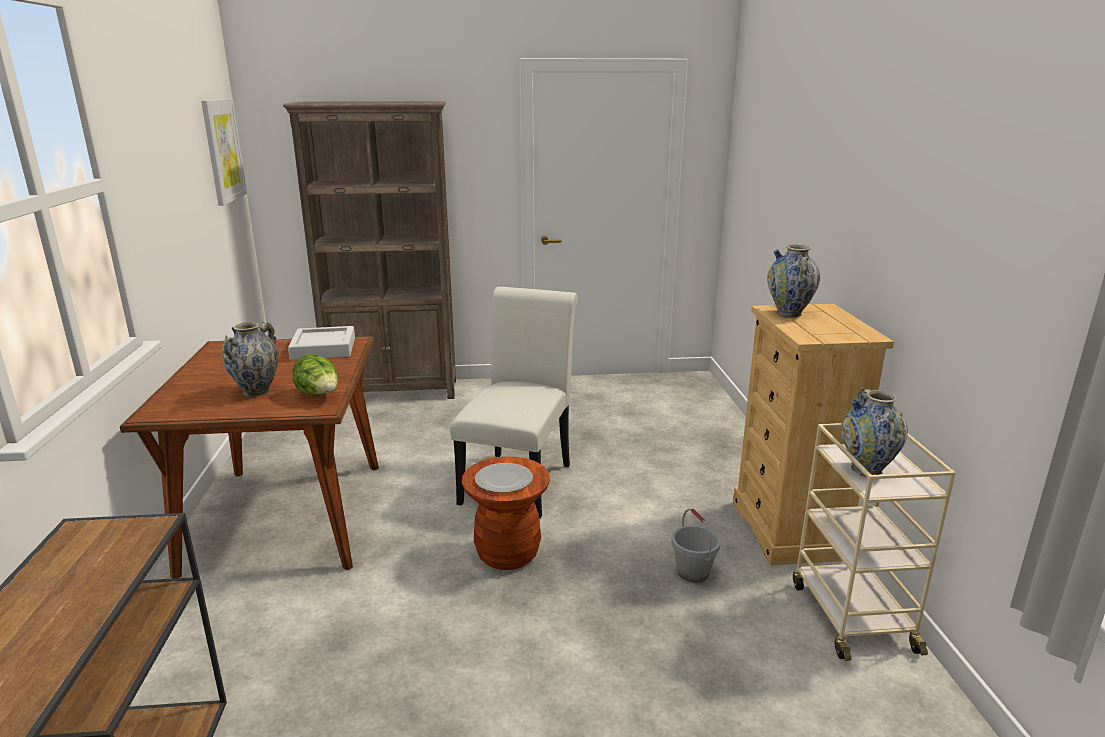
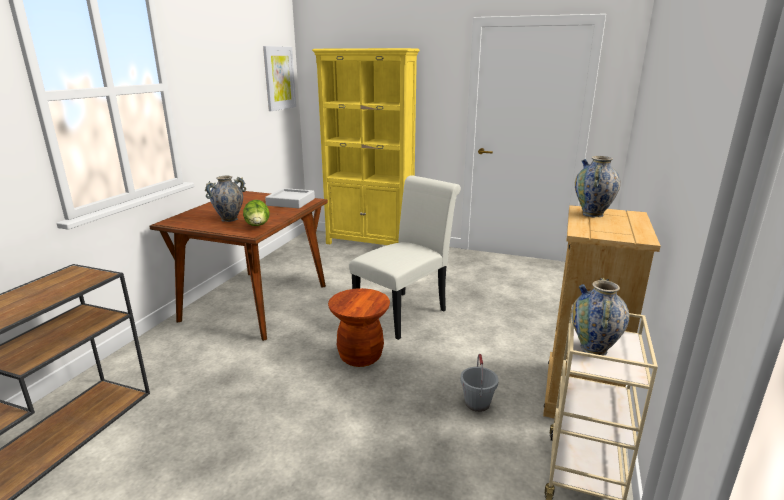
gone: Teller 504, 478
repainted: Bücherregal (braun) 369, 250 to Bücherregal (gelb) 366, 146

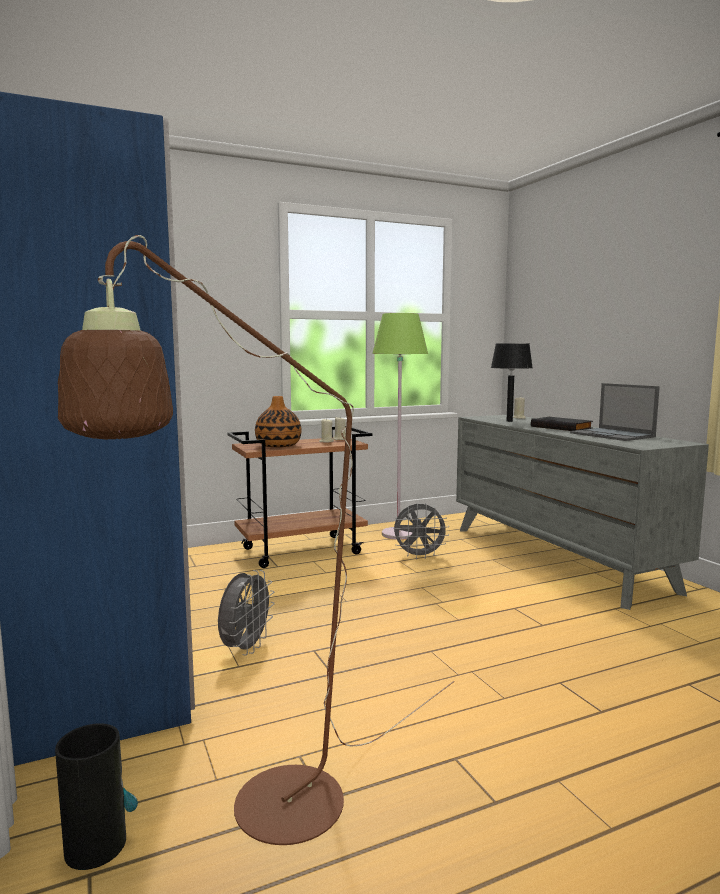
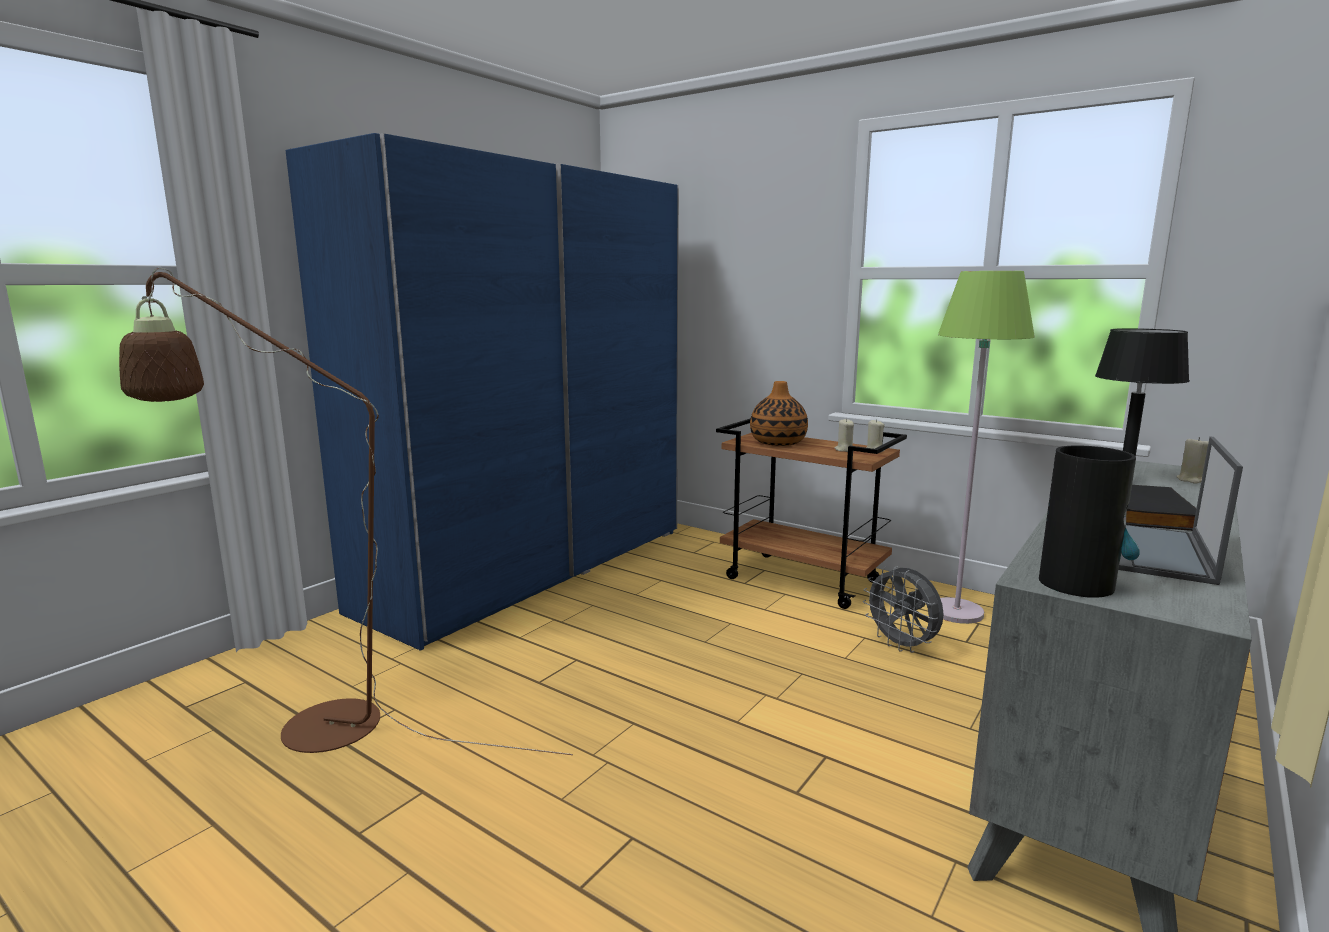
gone: Ventilator (grau) 246, 613
shifted: Vase 96, 796 to 1089, 521

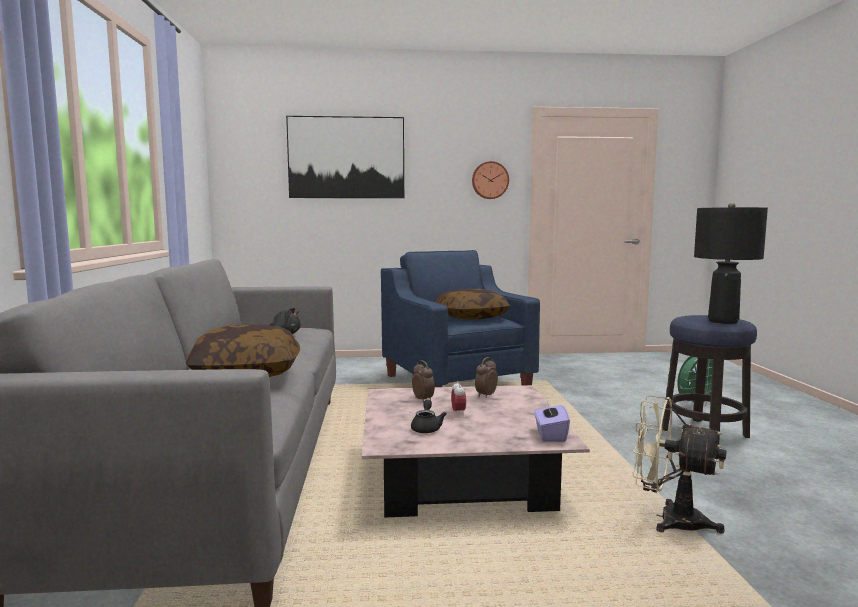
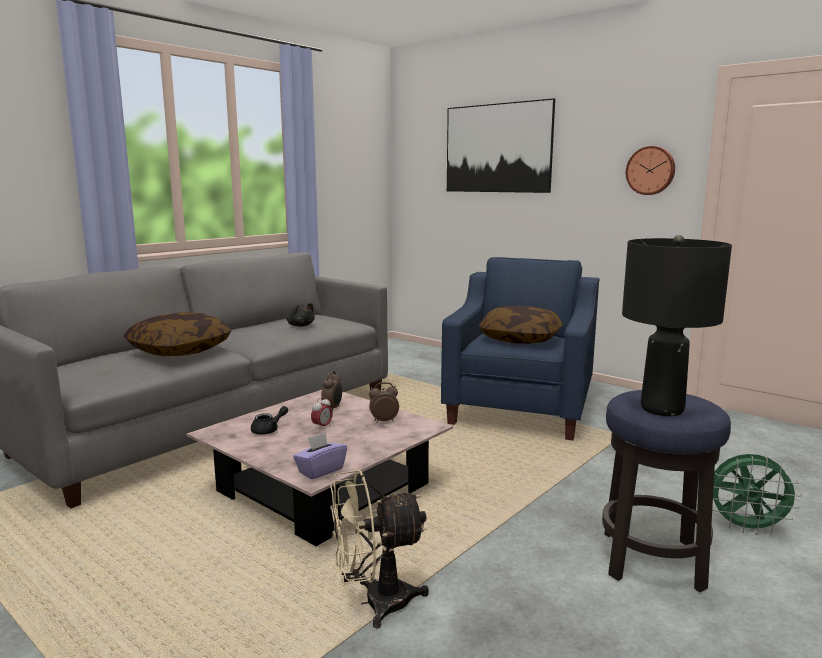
rotated: Ventilator (beige) 680, 464 = 379, 549 90 degrees counterclockwise

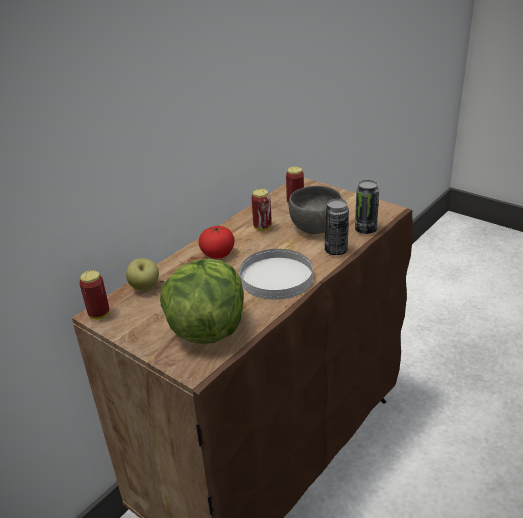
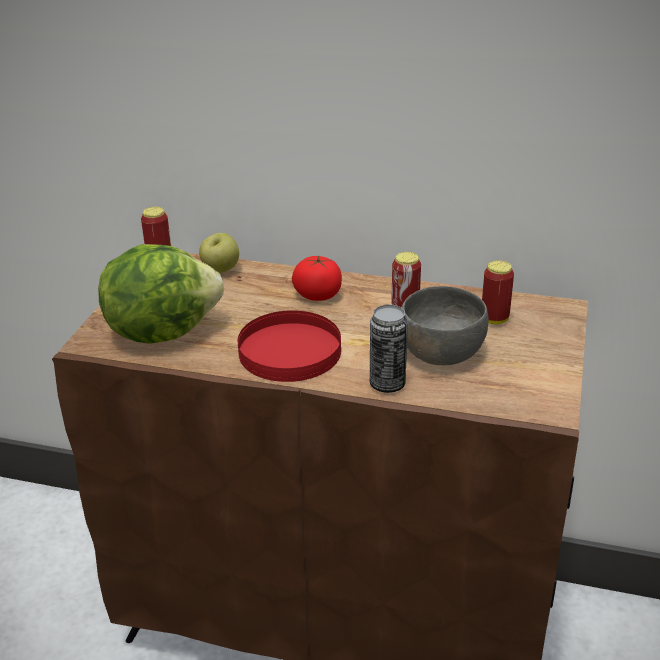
gone: Dose 367, 207
repainted: Teller (weiß) 276, 274 to Teller (rot) 289, 346

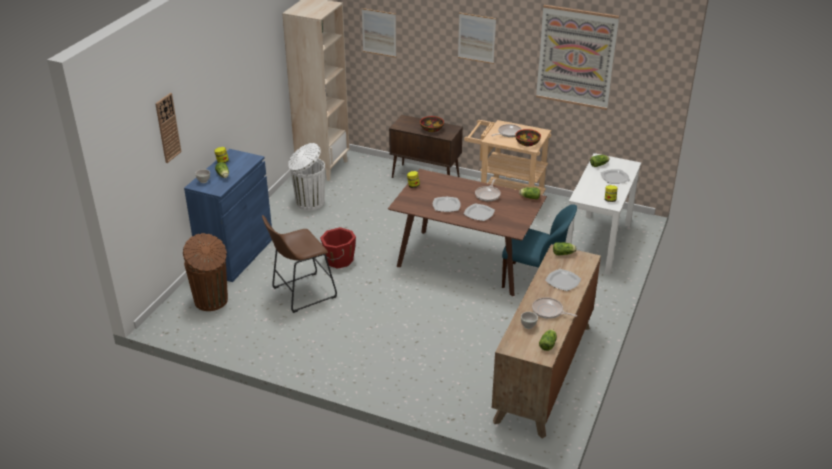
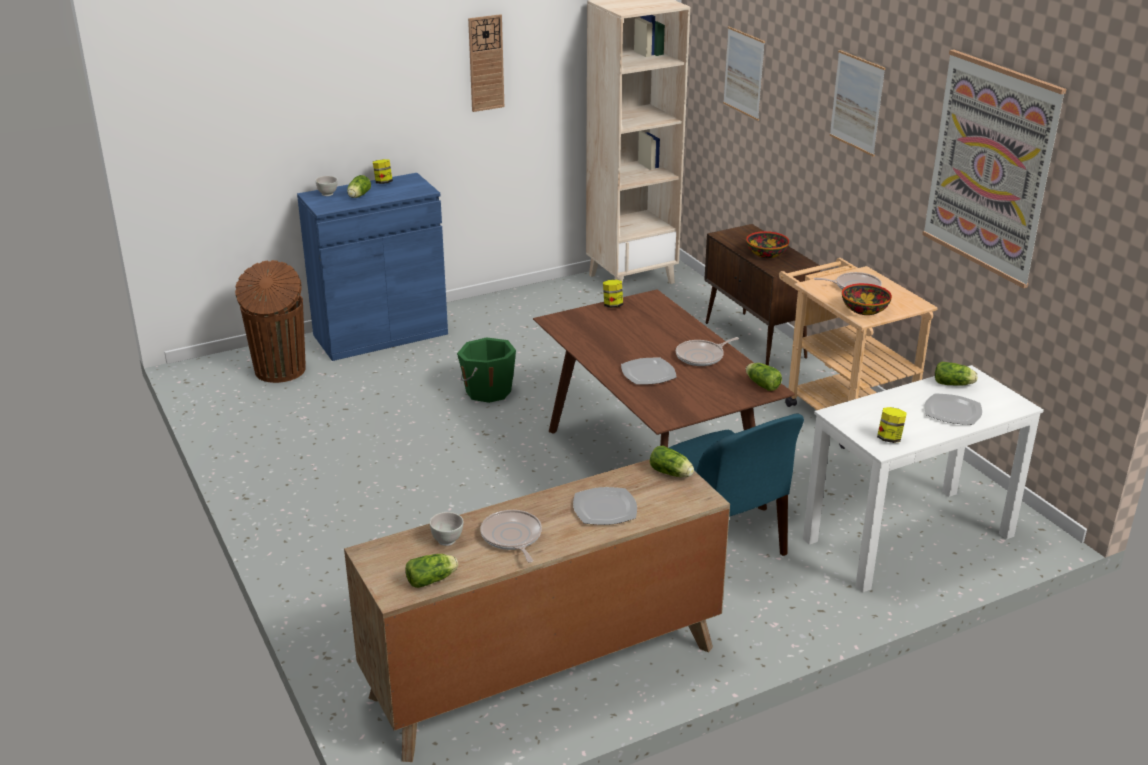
gone: Mülleimer (weiß) 306, 177; Teller 447, 204; Hocker (braun) 299, 264
shifted: Wanduhr 168, 128 to 486, 63
repainted: Eimer (rot) 338, 248 to Eimer (grün) 486, 370

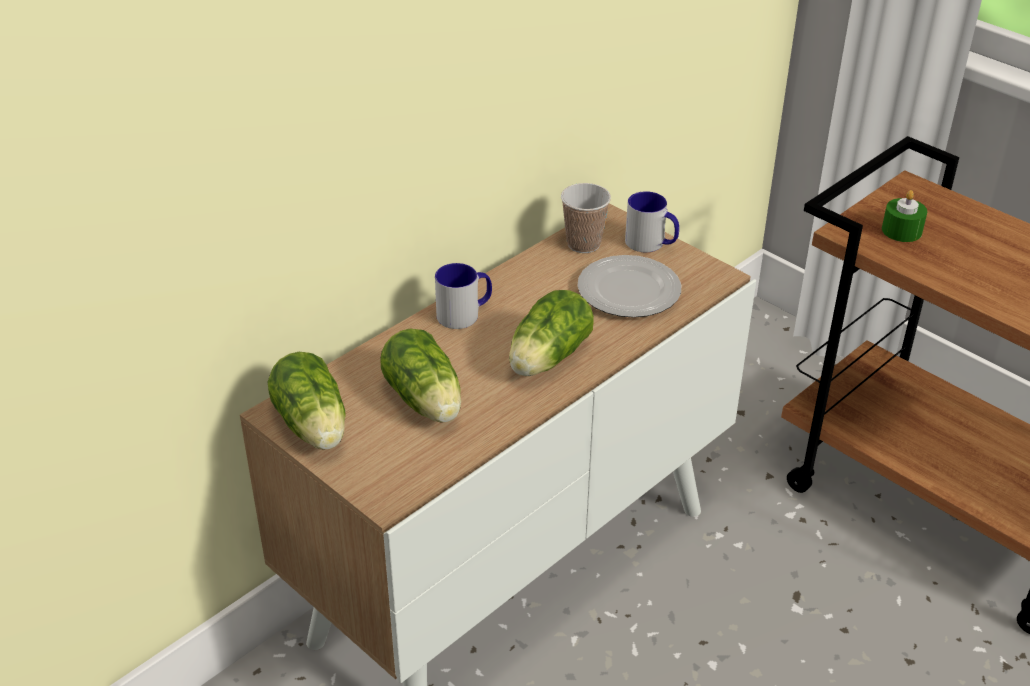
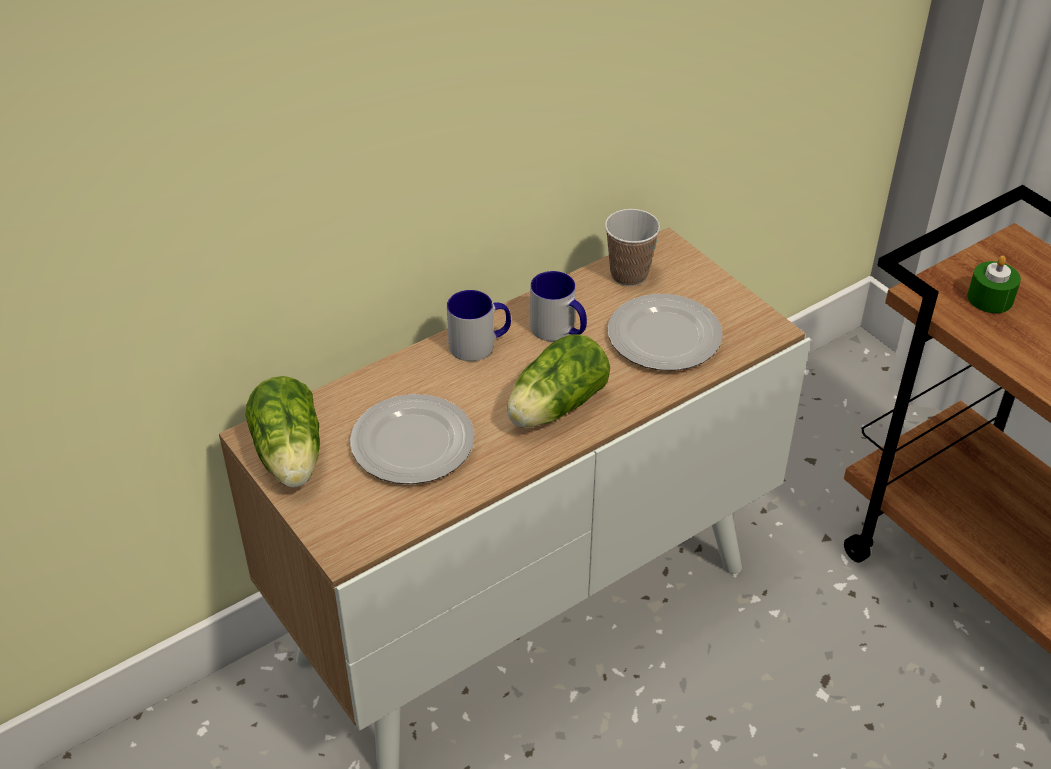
shifted: Henkelbecher 652, 221 to 558, 306
swapped: Salatkopf 420, 376 to Teller 412, 439

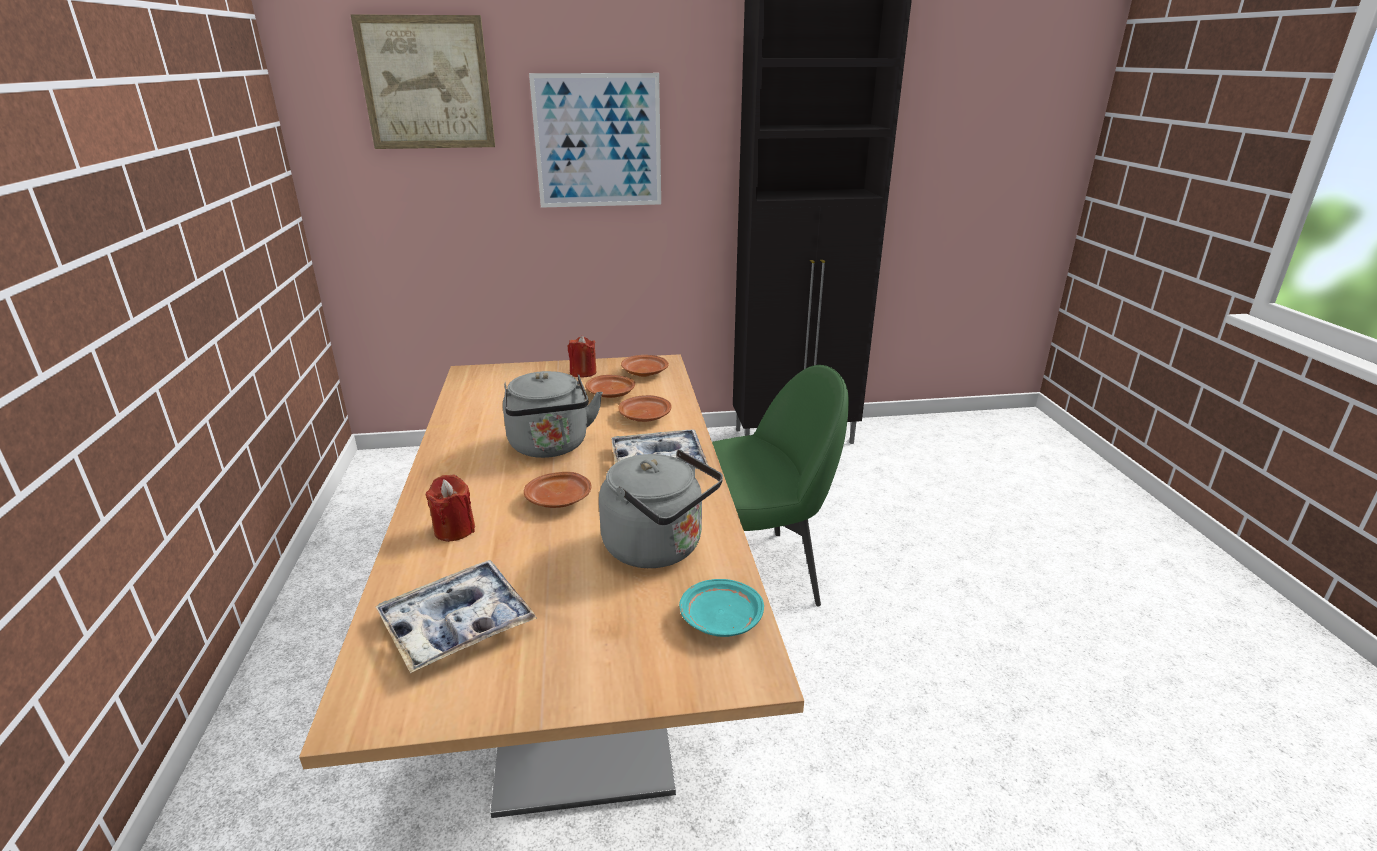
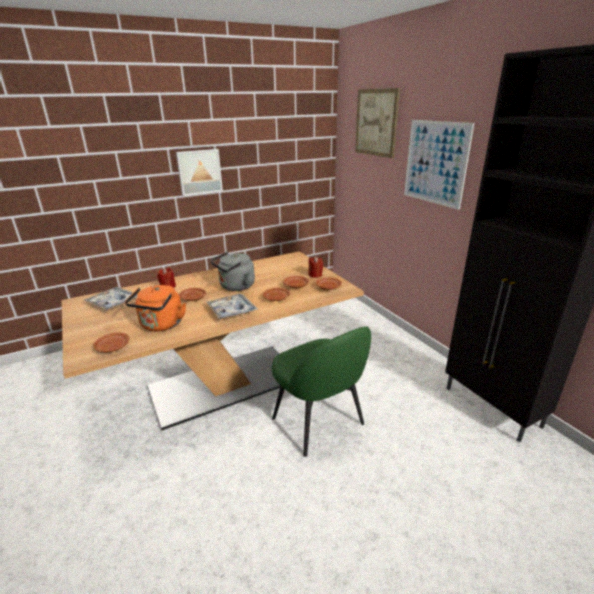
new: Bild 199, 172
repainted: Wasserkessel (grau) 661, 508 to Wasserkessel (orange) 155, 308; Teller (türkis) 721, 608 to Teller (braun) 111, 342

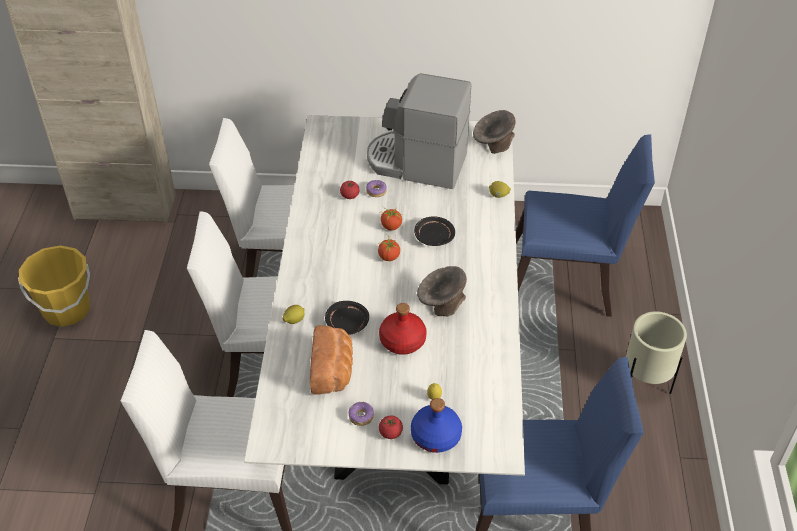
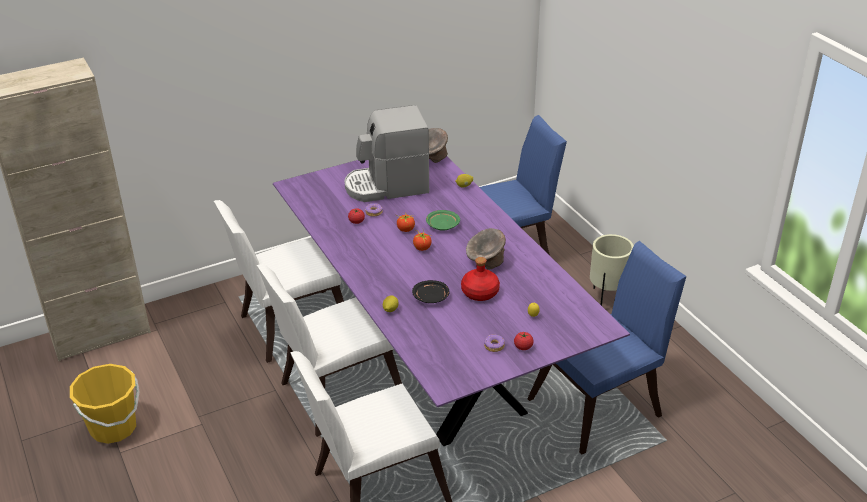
gone: Brot 331, 360; Flasche (blau) 436, 425
repainted: Esstisch (weiß) 384, 299 to Esstisch (lila) 451, 301; Teller (schwarz) 434, 231 to Teller (grün) 443, 220

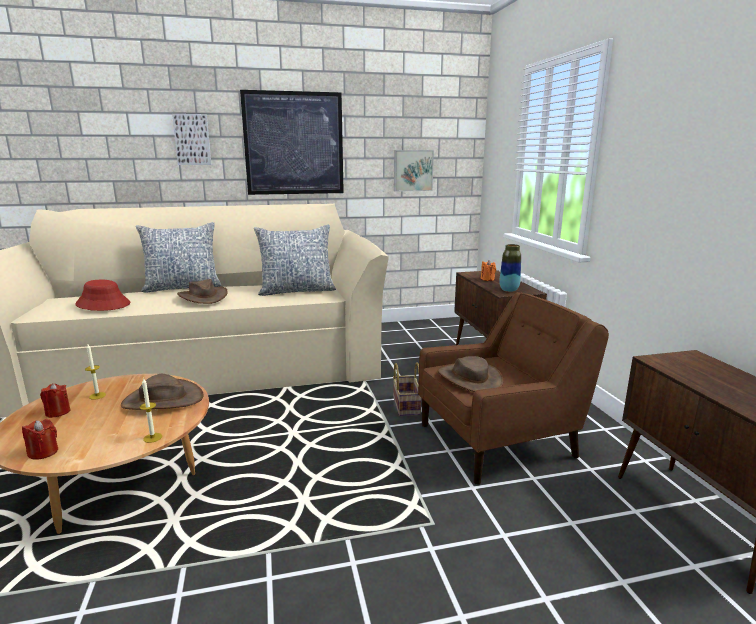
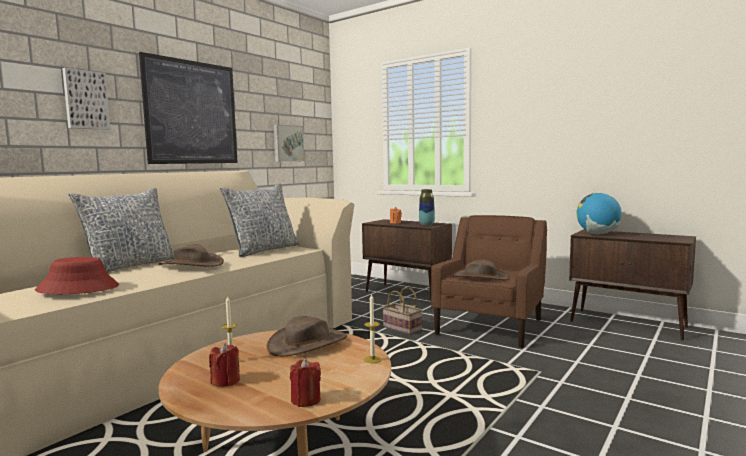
new: Globus 599, 214

